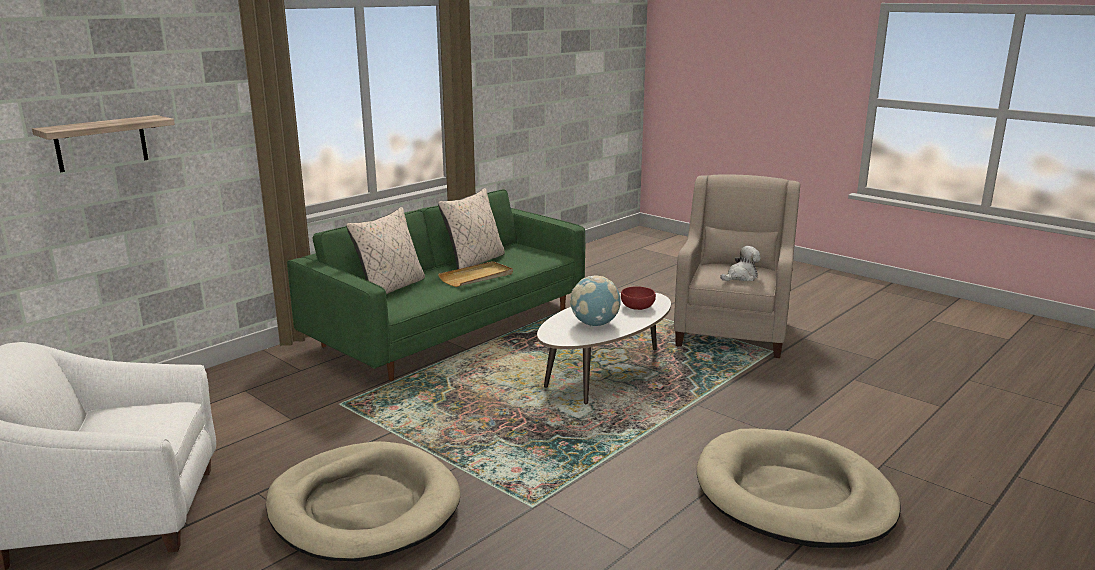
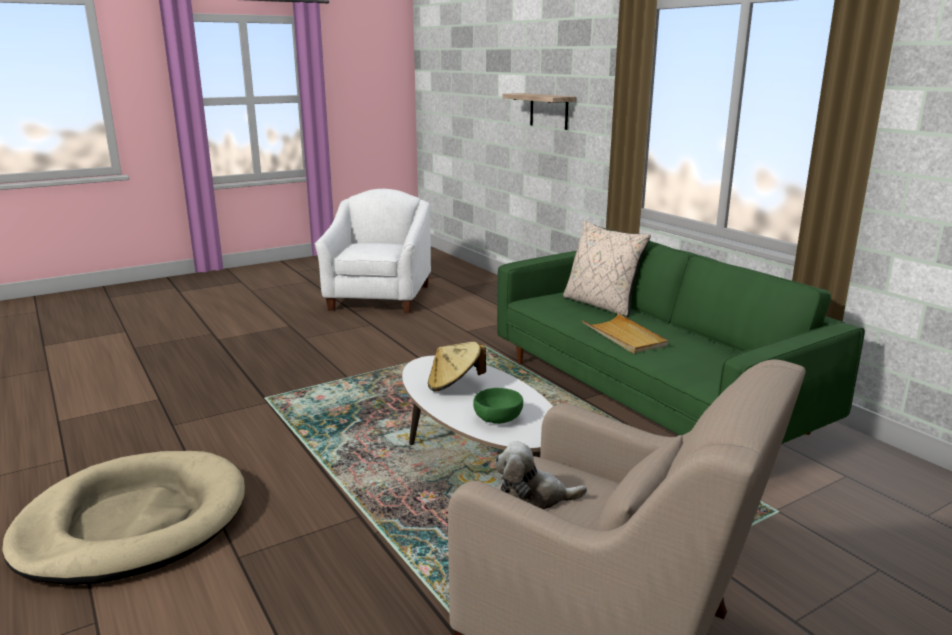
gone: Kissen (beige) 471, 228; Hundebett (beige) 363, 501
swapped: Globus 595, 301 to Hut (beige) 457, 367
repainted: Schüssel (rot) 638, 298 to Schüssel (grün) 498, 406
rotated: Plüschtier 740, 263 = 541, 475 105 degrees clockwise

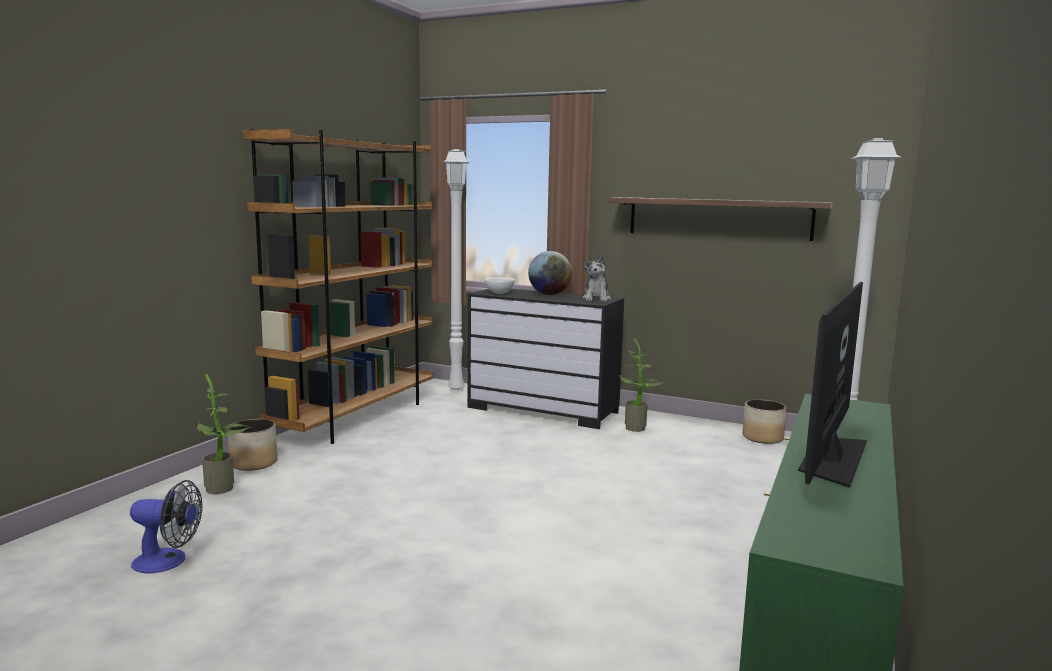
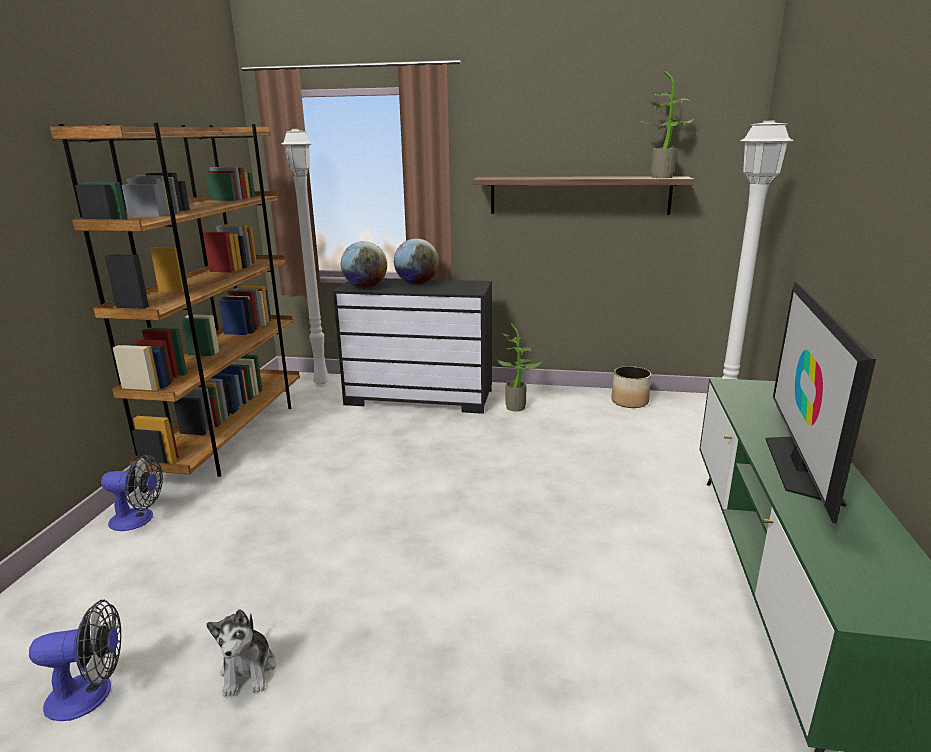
shifted: Plüschtier 597, 278 to 241, 653; Topfpflanze 223, 434 to 667, 124
swapped: Schüssel (weiß) 500, 285 to Globus 364, 264; Pflanzkübel 252, 445 to Ventilator 132, 493

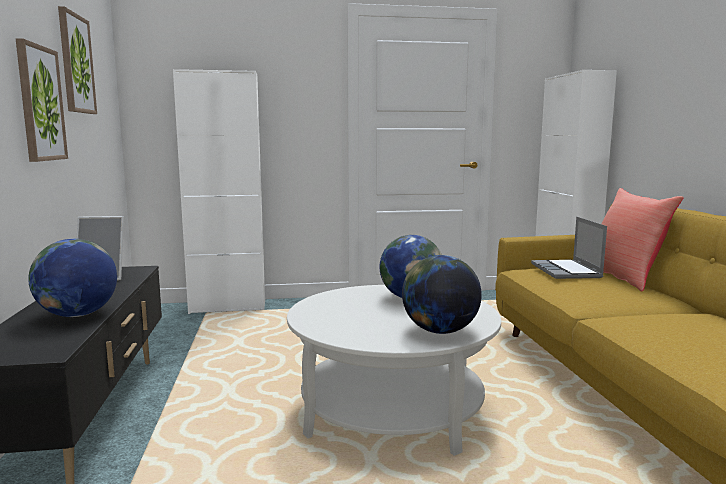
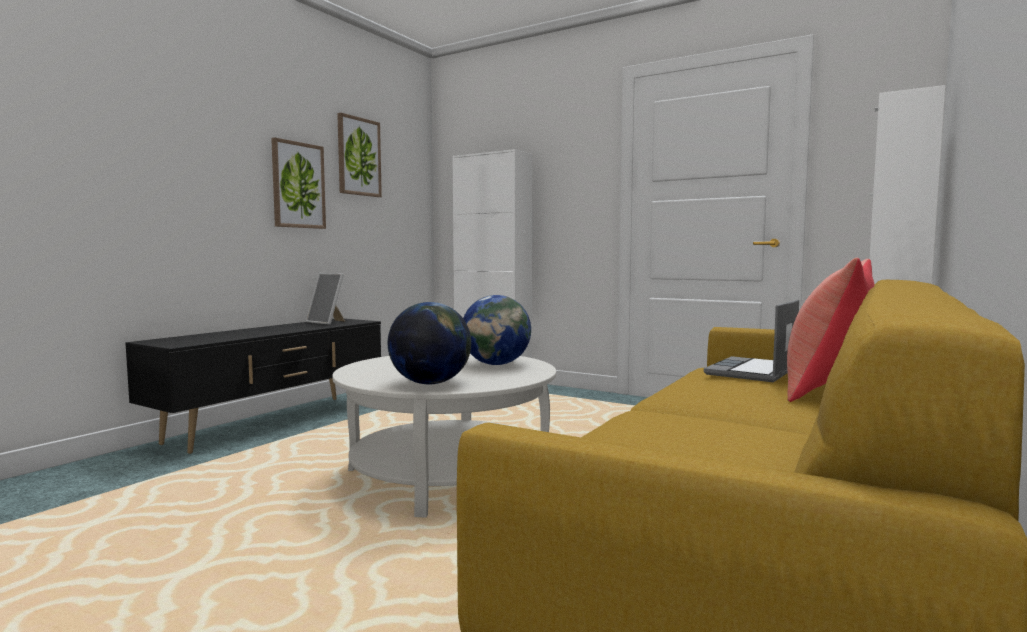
gone: Globus 72, 278

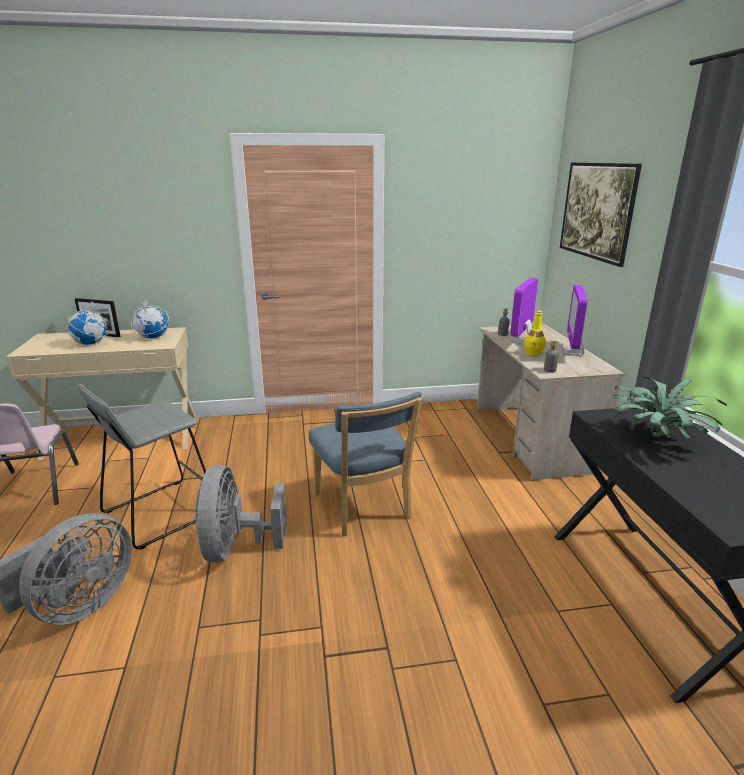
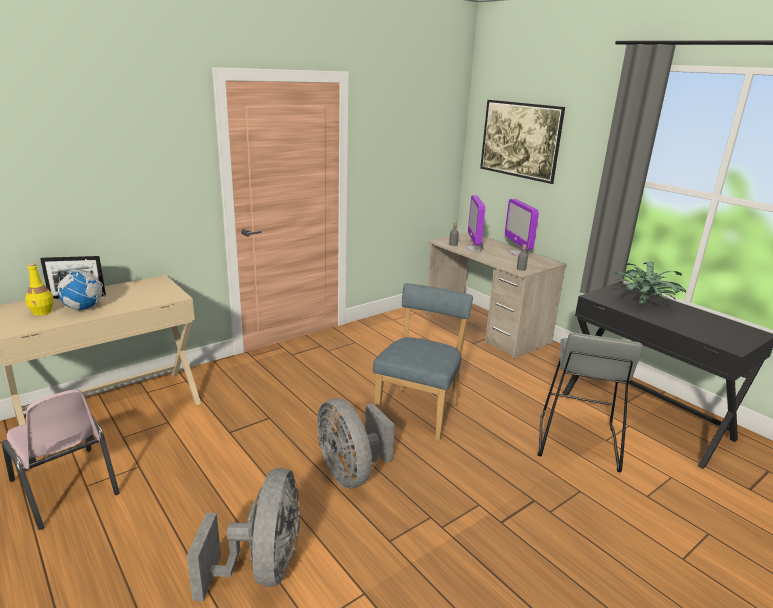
gone: Globus 150, 318
shifted: Flasche (gelb) 535, 333 to 39, 289; Hocker (grau) 141, 467 to 590, 403
rotated: Stuhl (blau) 366, 464 = 423, 362 105 degrees counterclockwise

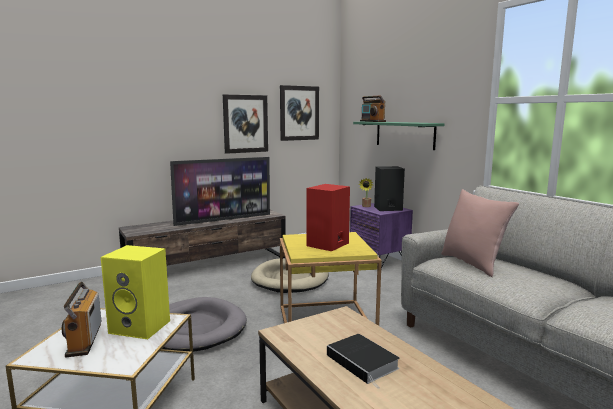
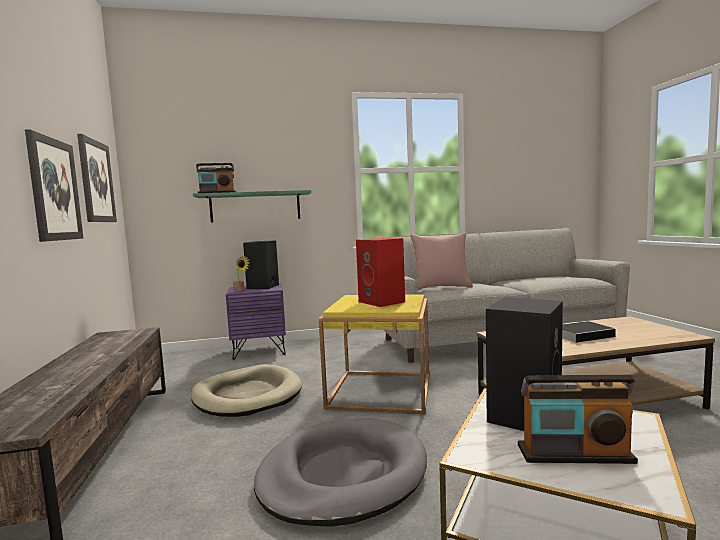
gone: Fernseher 220, 191
repainted: Lautsprecher (gelb) 135, 292 to Lautsprecher (schwarz) 524, 364

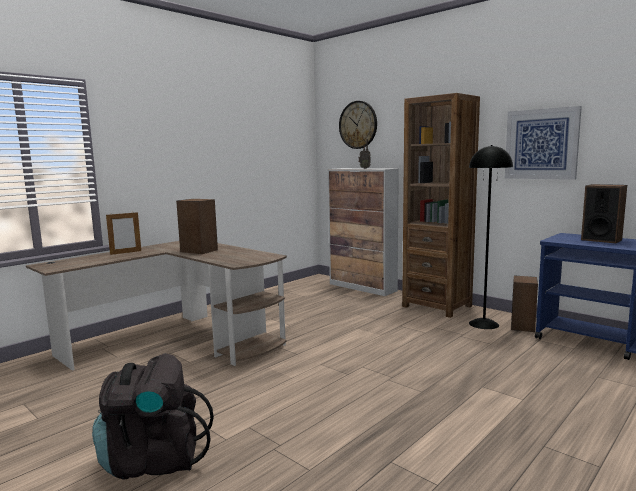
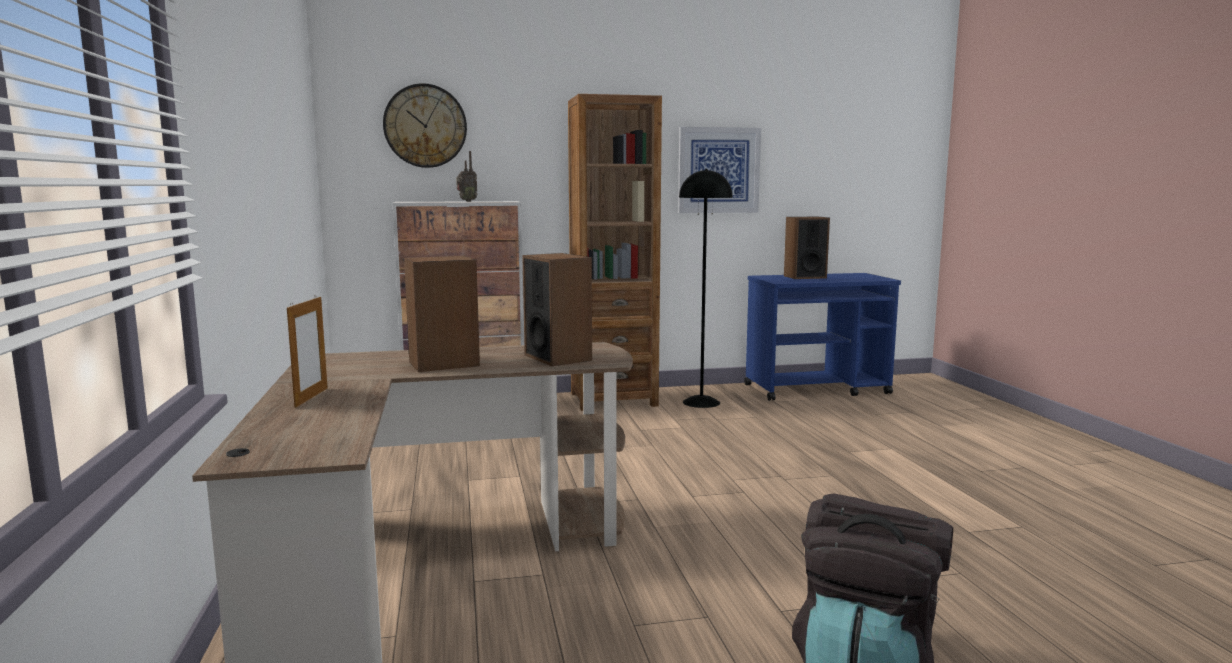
shifted: Lautsprecher 524, 303 to 557, 309

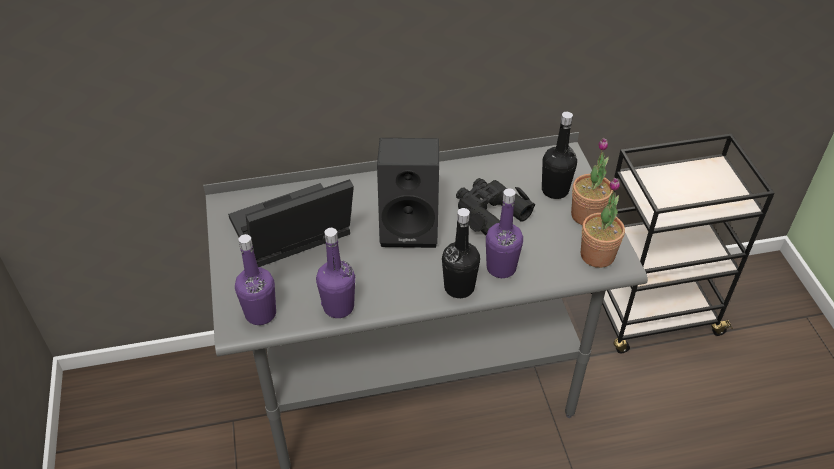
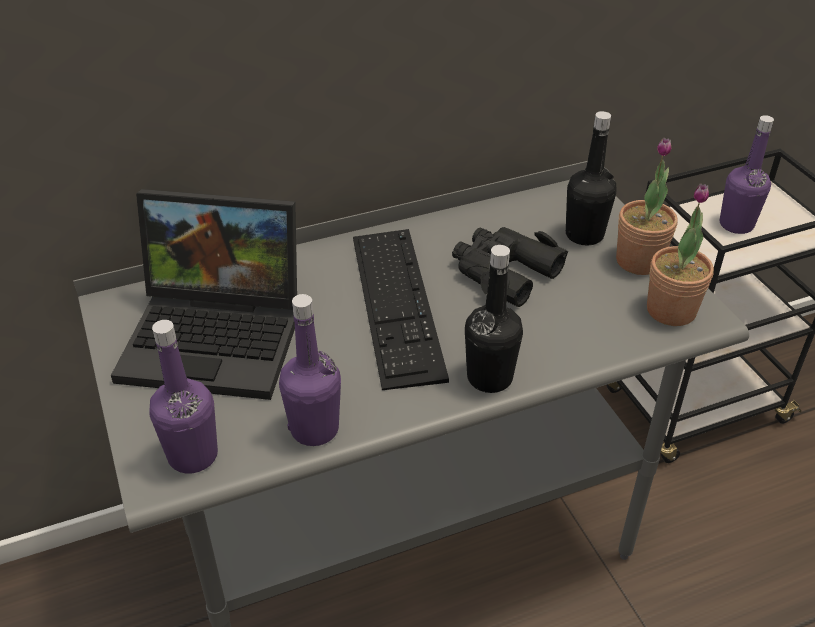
shifted: Flasche (lila) 504, 233 to 747, 174
swapped: Lautsprecher (schwarz) 408, 193 to Tastatur 401, 309
rotated: Laptop 291, 223 = 204, 294 135 degrees counterclockwise

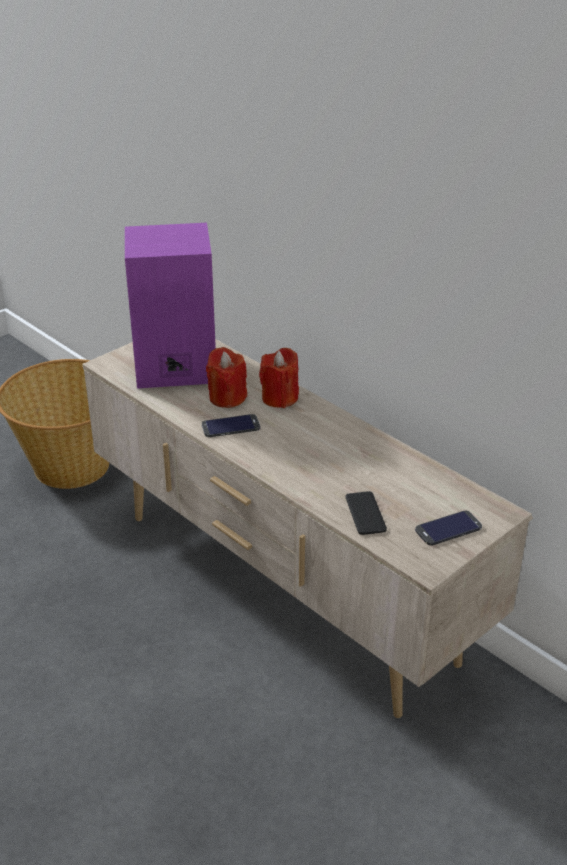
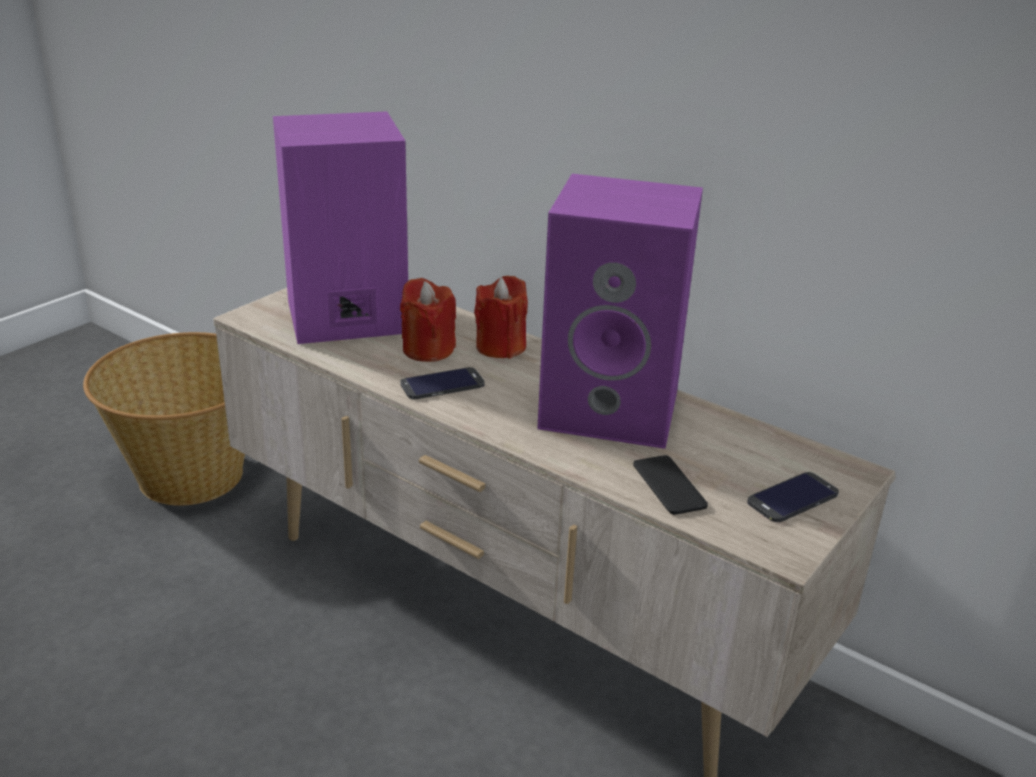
new: Lautsprecher (lila) 620, 311

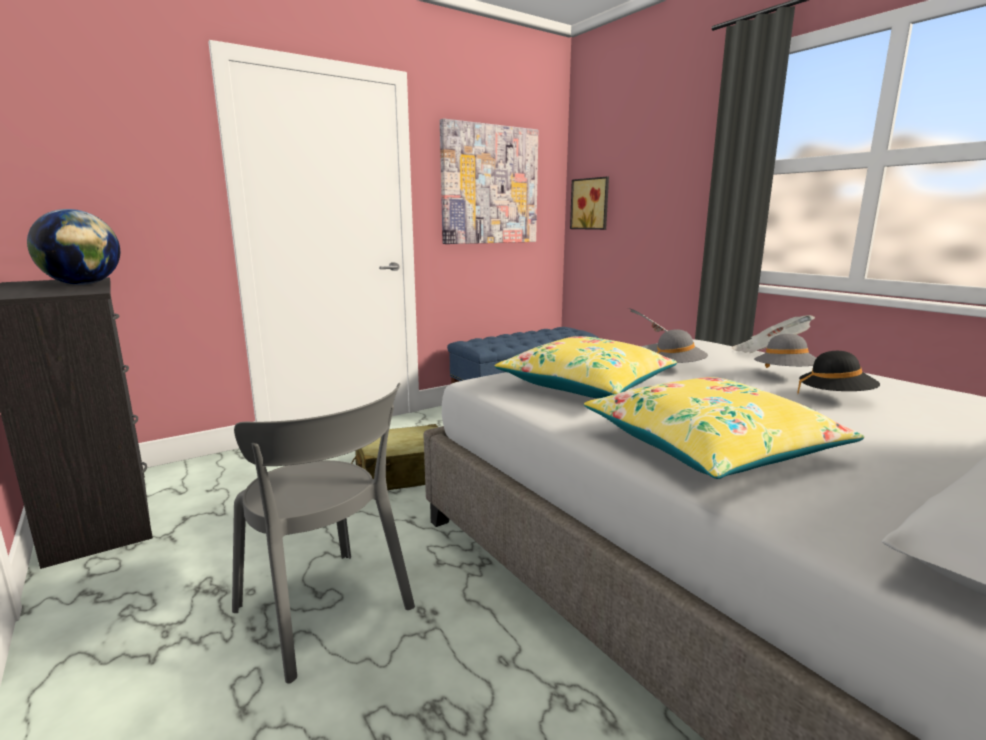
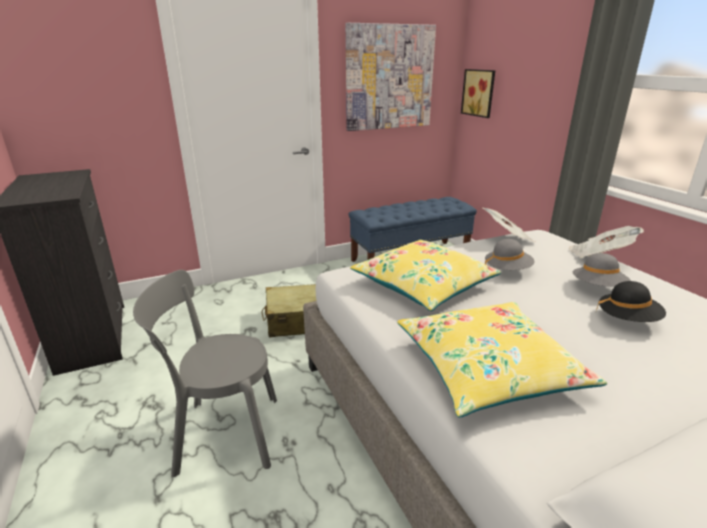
gone: Globus 73, 247
rotated: Stuhl (grau) 323, 533 = 205, 373 120 degrees clockwise

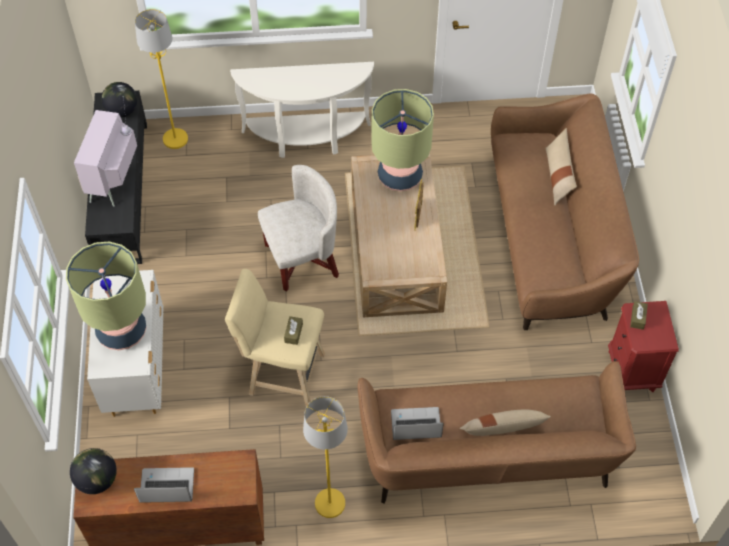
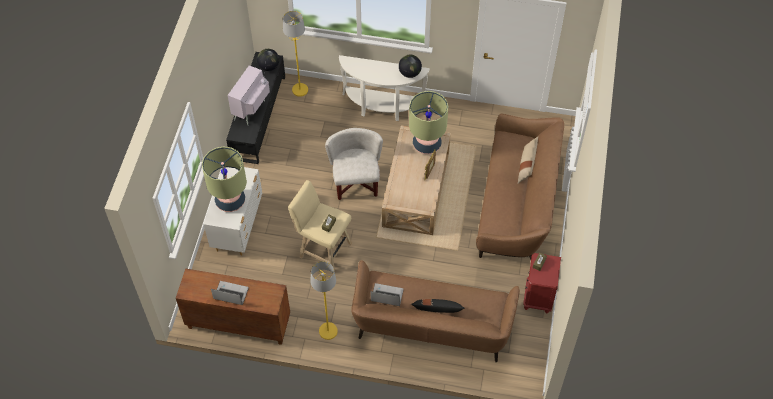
shifted: Globus 93, 471 to 410, 66
repainted: Kissen (beige) 505, 422 to Kissen (schwarz) 437, 306
rotated: Sessel (weiß) 298, 228 = 354, 164 90 degrees counterclockwise

